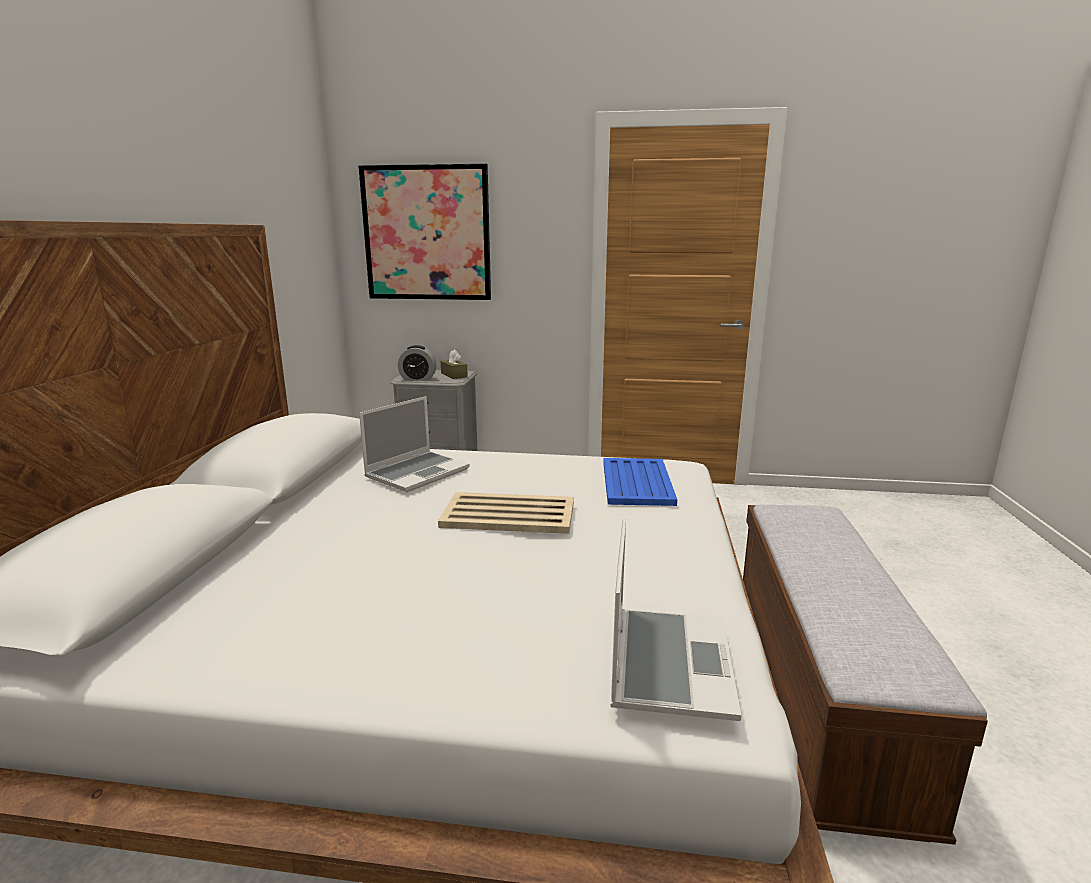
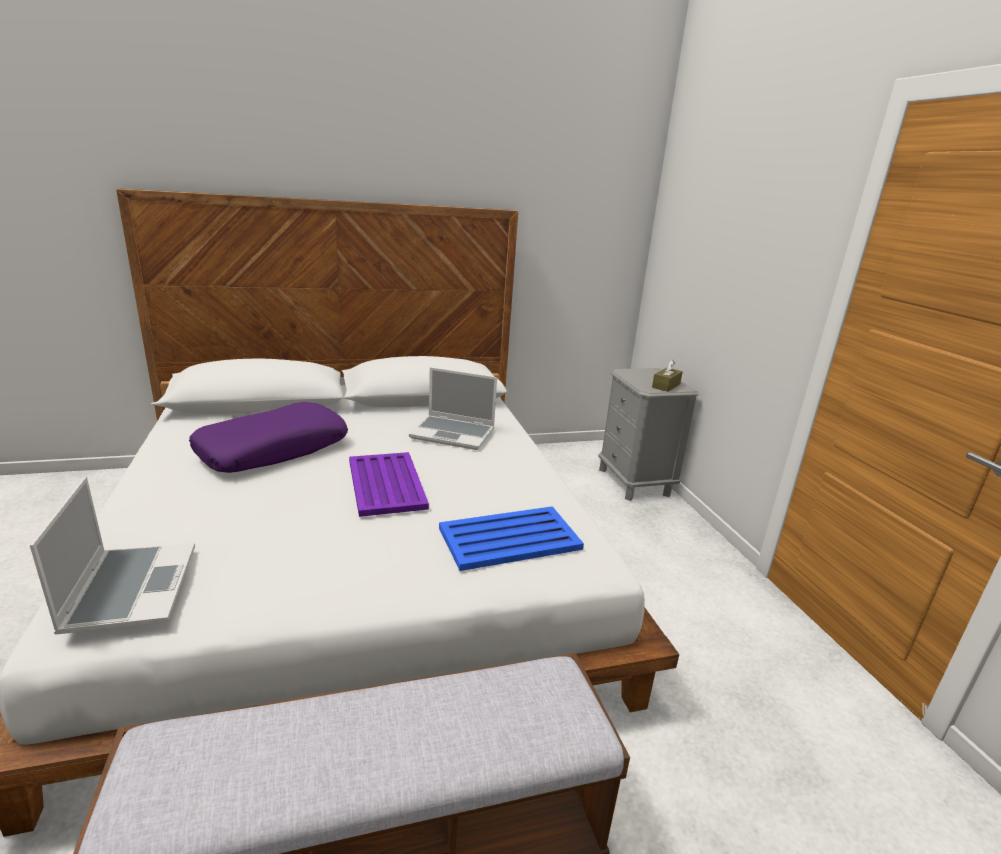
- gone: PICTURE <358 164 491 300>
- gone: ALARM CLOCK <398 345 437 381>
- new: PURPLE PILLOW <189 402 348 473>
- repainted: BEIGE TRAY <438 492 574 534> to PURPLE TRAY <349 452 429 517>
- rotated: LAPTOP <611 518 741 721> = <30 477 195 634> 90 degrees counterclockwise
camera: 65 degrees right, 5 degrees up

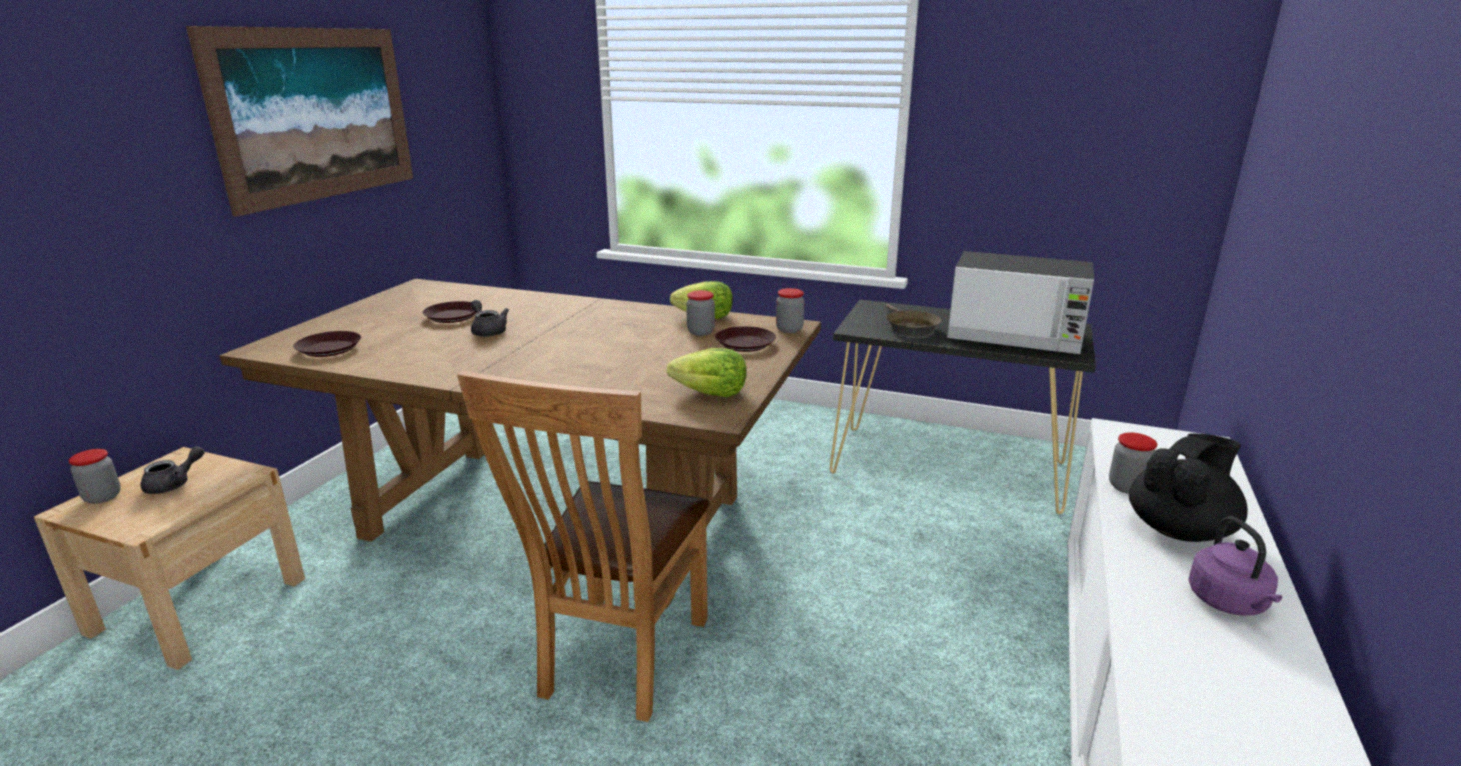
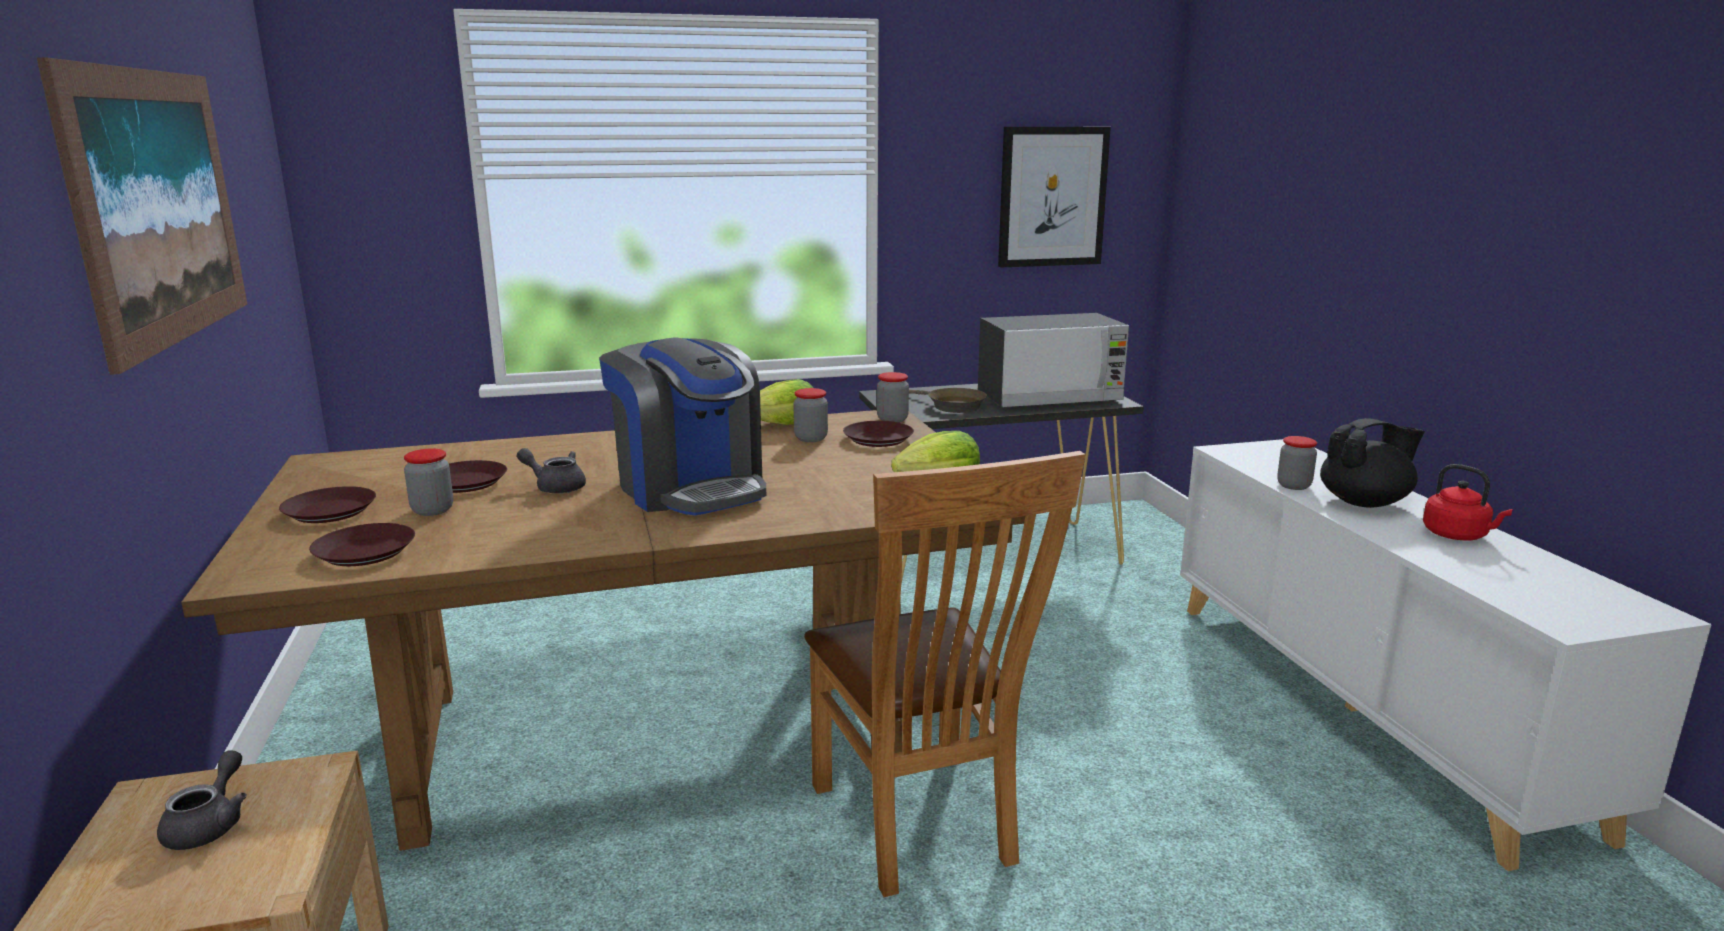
- new: BROWN PLATE <279 486 376 523>
- new: COFFEE MACHINE <599 338 766 516>
- new: PICTURE <998 127 1111 267>
- shifted: JAR <69 449 121 504> to <404 448 453 516>
- repainted: PURPLE KETTLE <1188 516 1282 615> to RED KETTLE <1423 464 1513 540>
- rotated: BLACK TEAPOT <1129 433 1248 542> = <1320 418 1425 508> 60 degrees clockwise
camera: 35 degrees left, 5 degrees down

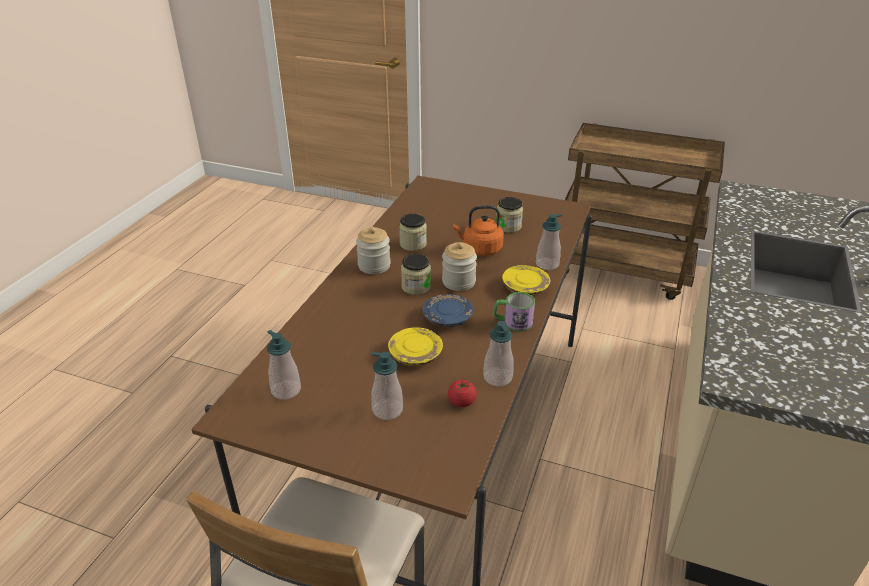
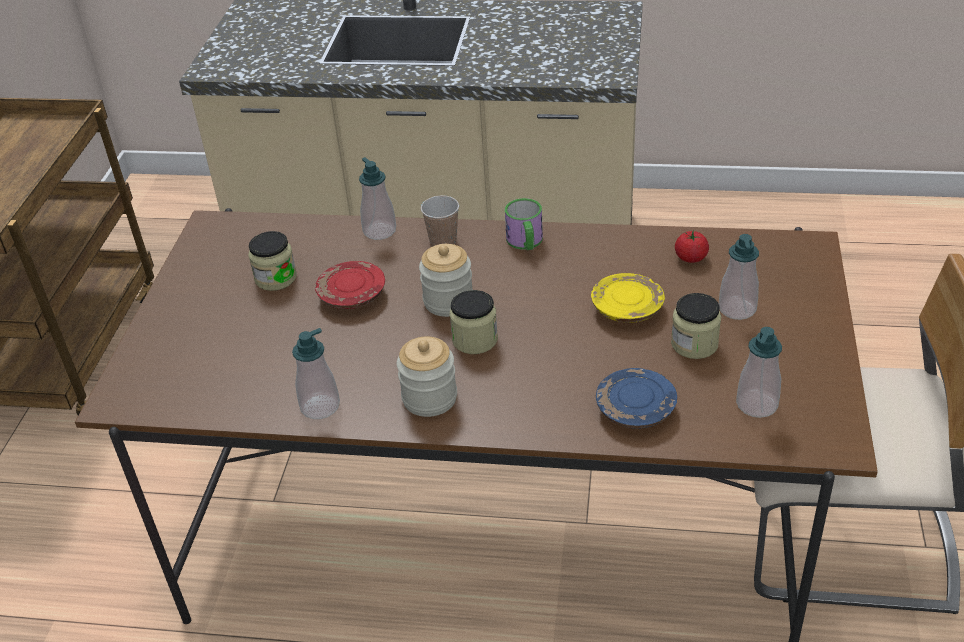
- shifted: JAR <399 214 427 251> to <671 293 721 359>
- shifted: BLUE PLATE <422 294 473 327> to <596 368 677 429>
- shifted: SOAP DISPENSER <483 321 514 386> to <292 328 340 419>
- swapped: ORANGE KETTLE <453 205 504 256> to RED PLATE <315 261 385 309>
- swapped: YELLOW PLATE <502 265 550 295> to CUP <421 195 459 247>
camera: 100 degrees left, 5 degrees up

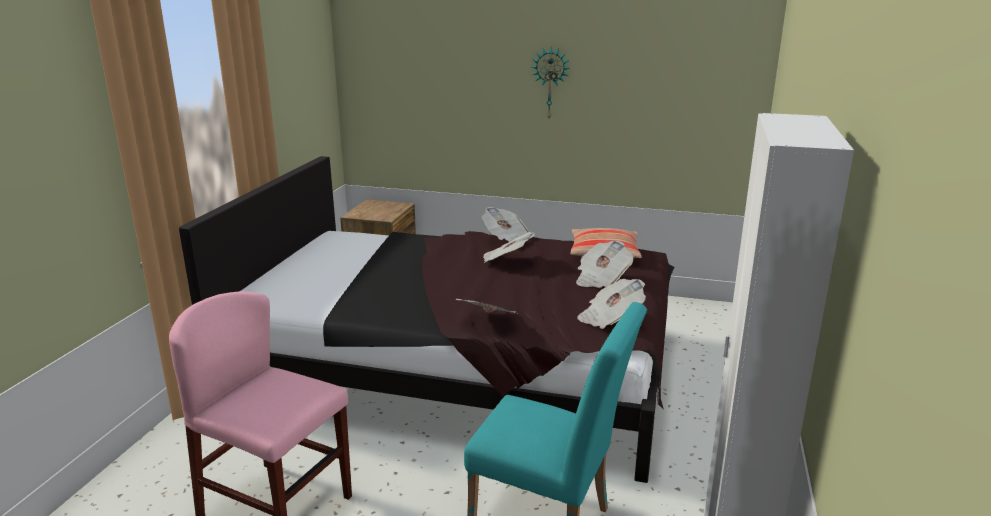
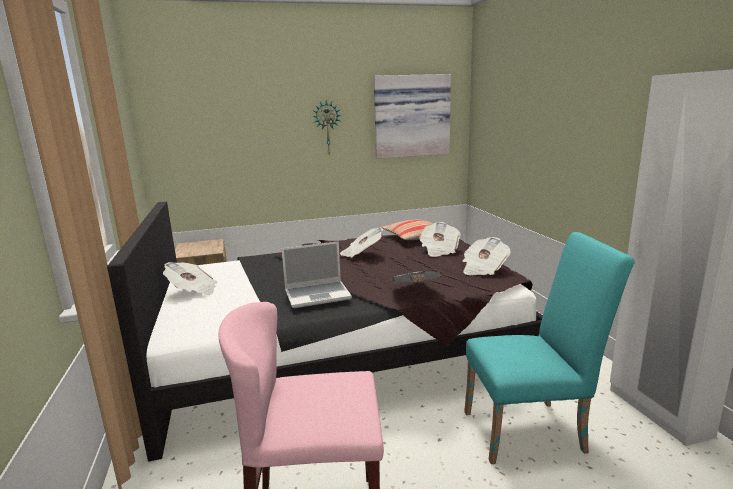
- new: LAPTOP <281 241 352 308>
- new: PICTURE <374 74 451 159>
- shifted: NEWSPAPER <482 207 529 247> to <163 262 217 295>
camera: 30 degrees left, 5 degrees down

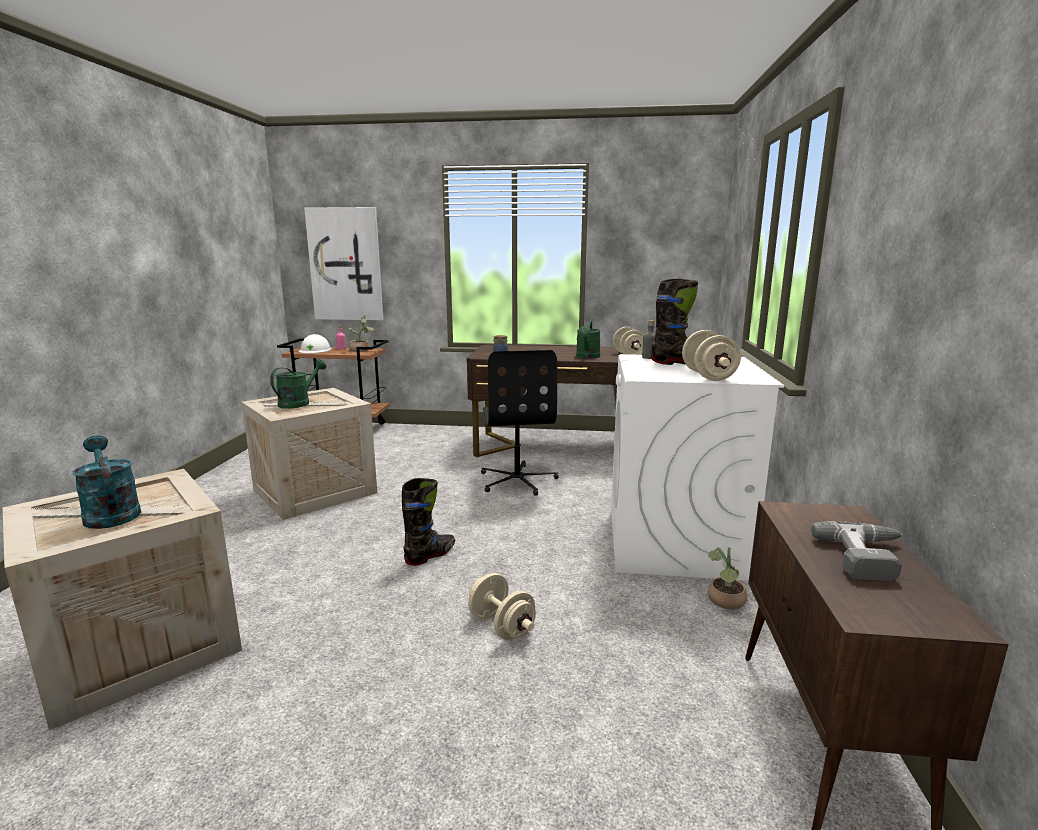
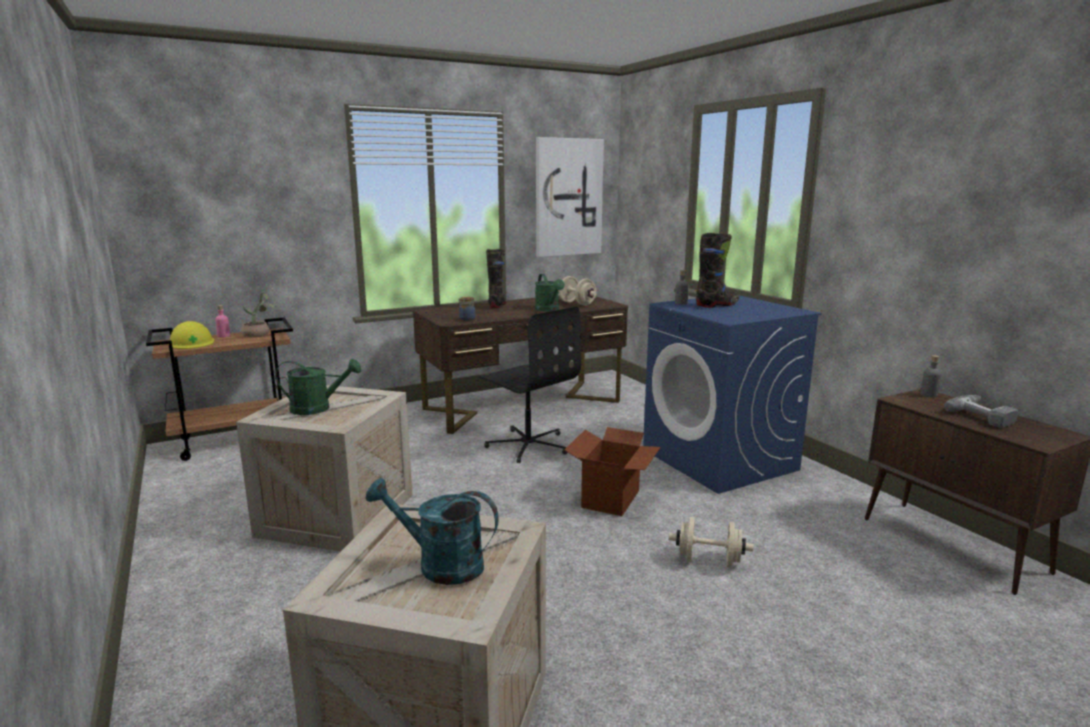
- gone: BEIGE DUMBBELL <682 330 741 381>
- gone: POTTED PLANT <708 547 748 609>
- new: CARDBOARD BOX <564 427 661 516>
- new: GREY BOTTLE <920 355 941 397>
- shifted: PICTURE <304 207 383 320> to <536 137 604 257>
- shifted: BLACK BOOT <402 478 455 566> to <486 249 507 308>
- repainted: WHITE HARD HAT <299 334 332 353> to YELLOW HARD HAT <168 321 214 349>
- repainted: WHITE WASHING MACHINE <611 354 784 581> to BLUE WASHING MACHINE <643 295 821 494>
- rotated: GREEN WATERING CAN <270 359 326 409> = <275 359 361 415> 90 degrees clockwise
camera: 35 degrees left, 0 degrees up

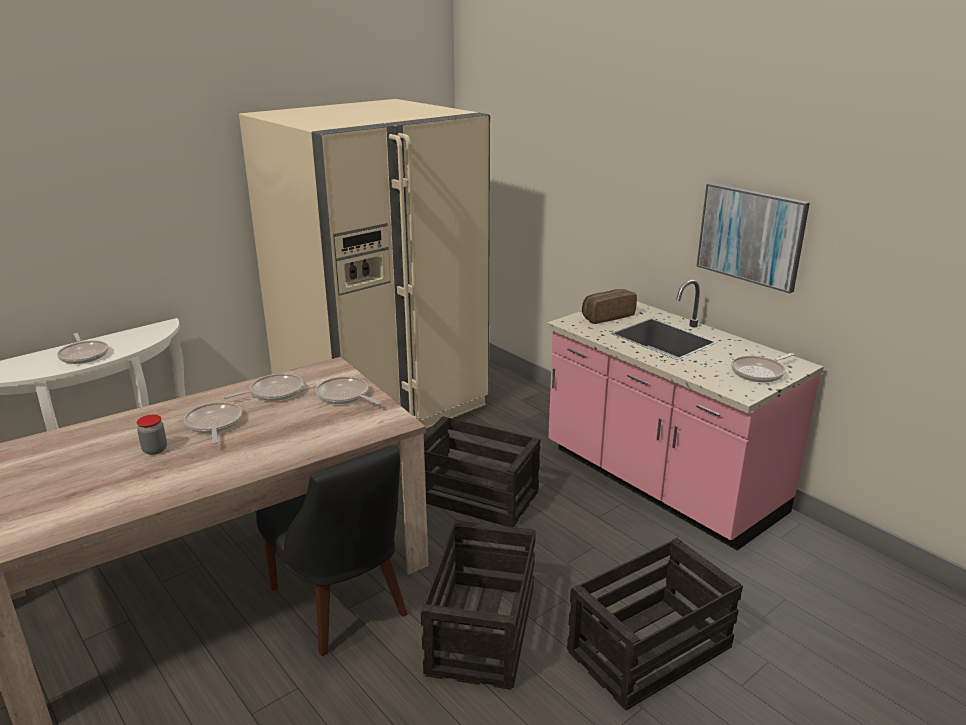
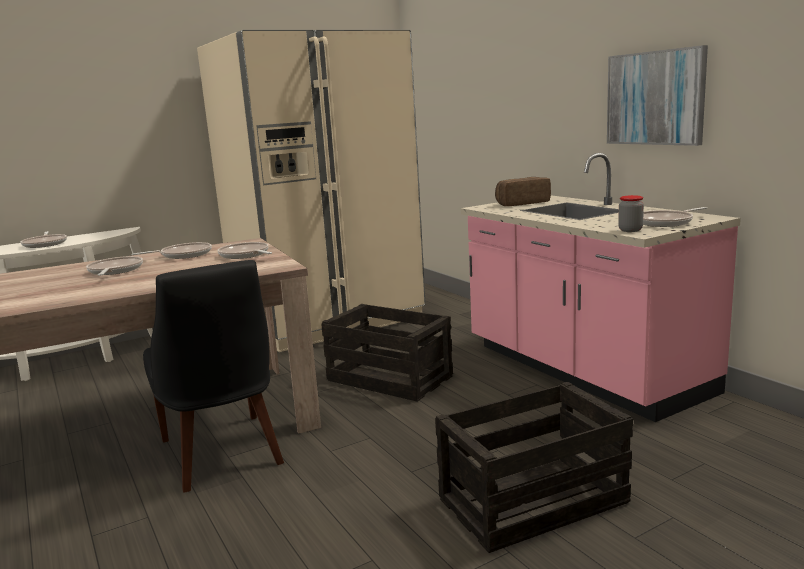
- gone: CRATE <421 520 536 690>
- shifted: JAR <137 415 167 455> to <618 195 644 232>
camera: 10 degrees right, 10 degrees down

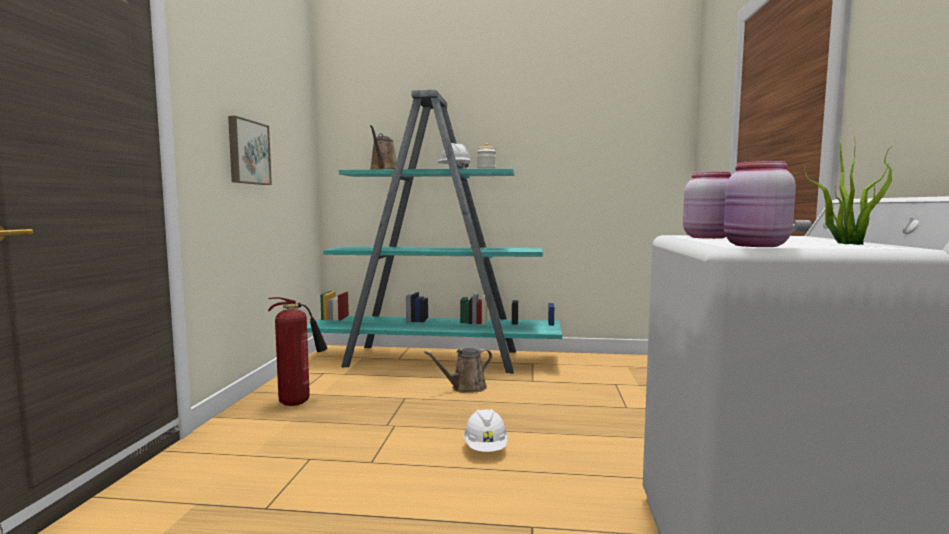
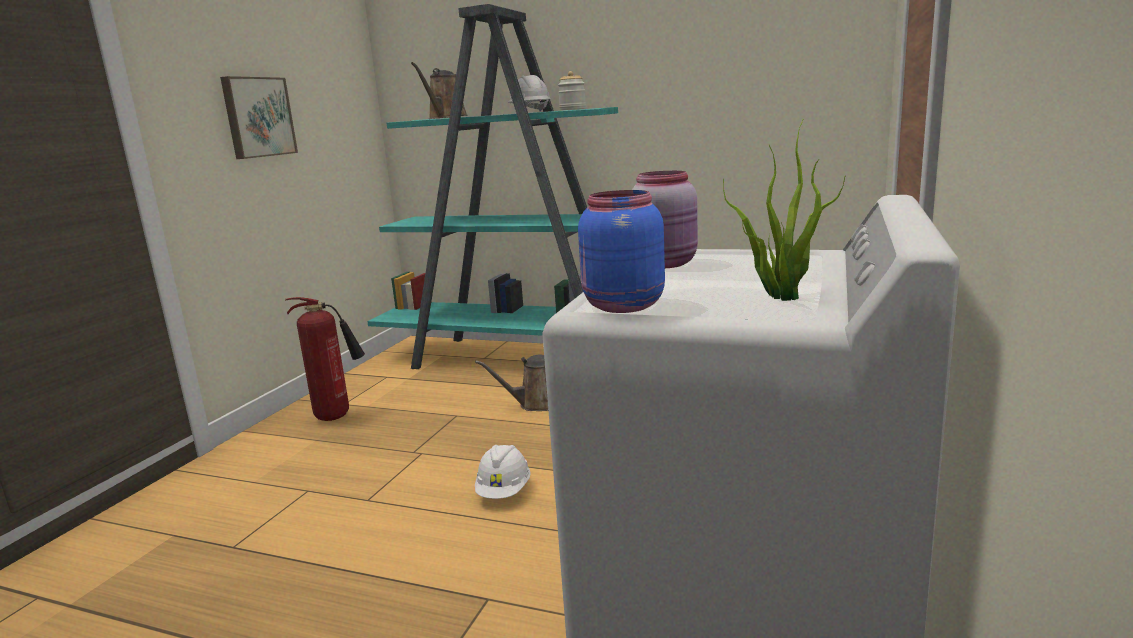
- repainted: PINK JAR <724 161 796 247> to BLUE JAR <578 190 665 313>
camera: 15 degrees right, 10 degrees up

